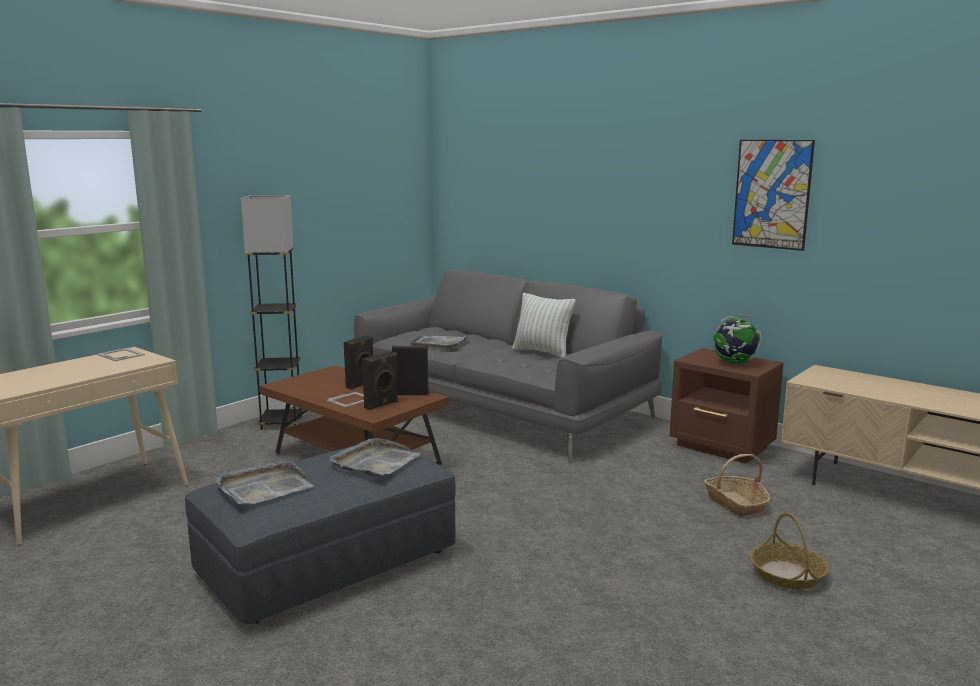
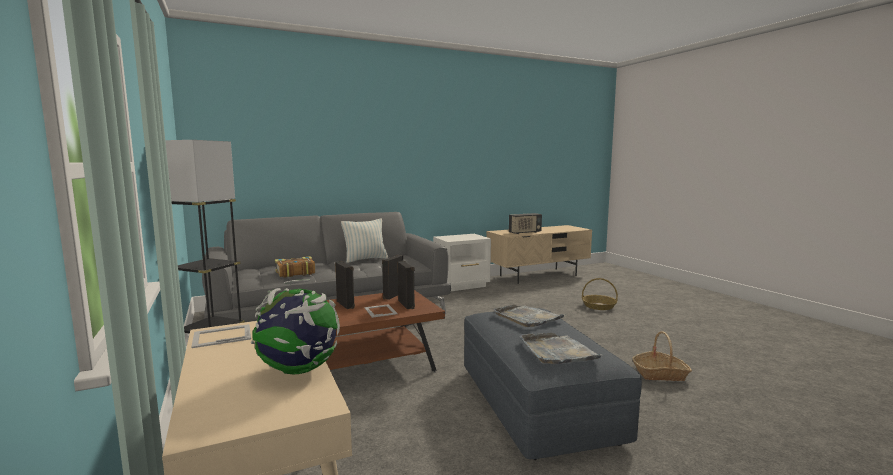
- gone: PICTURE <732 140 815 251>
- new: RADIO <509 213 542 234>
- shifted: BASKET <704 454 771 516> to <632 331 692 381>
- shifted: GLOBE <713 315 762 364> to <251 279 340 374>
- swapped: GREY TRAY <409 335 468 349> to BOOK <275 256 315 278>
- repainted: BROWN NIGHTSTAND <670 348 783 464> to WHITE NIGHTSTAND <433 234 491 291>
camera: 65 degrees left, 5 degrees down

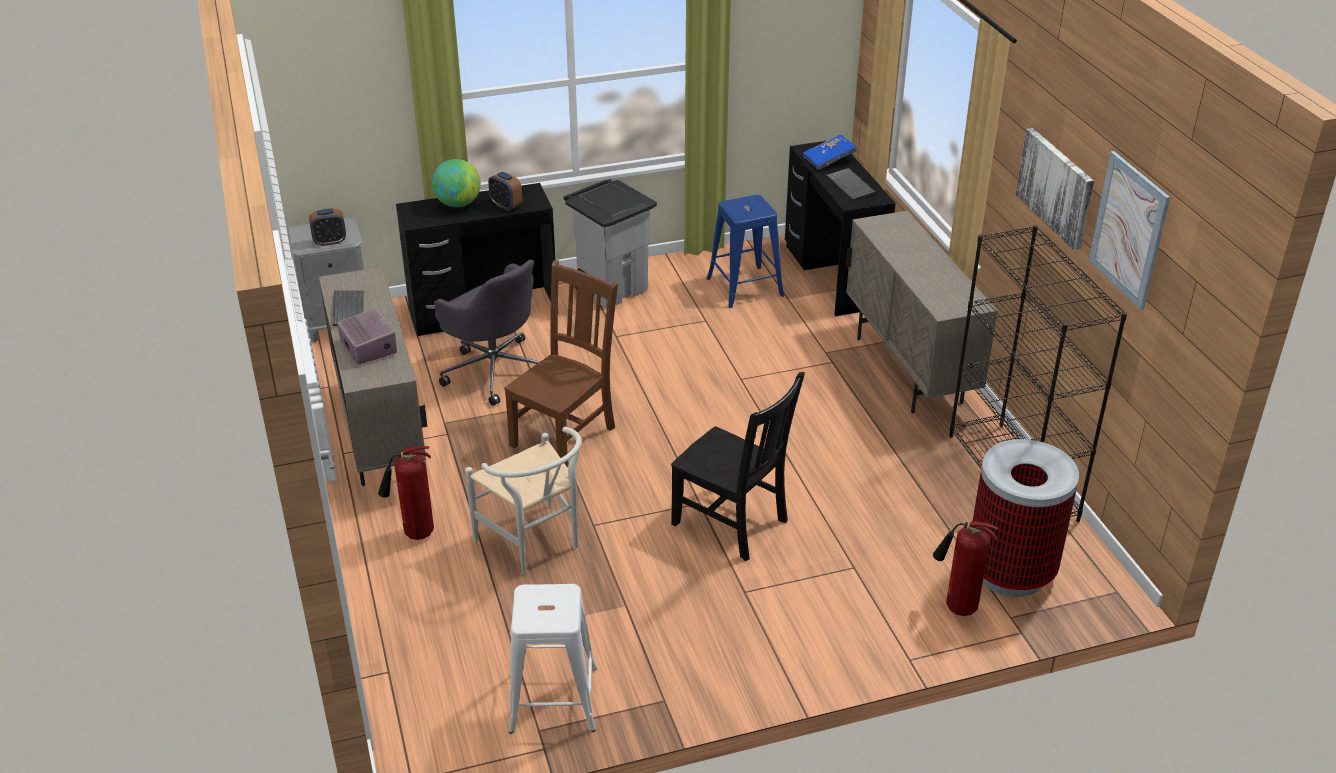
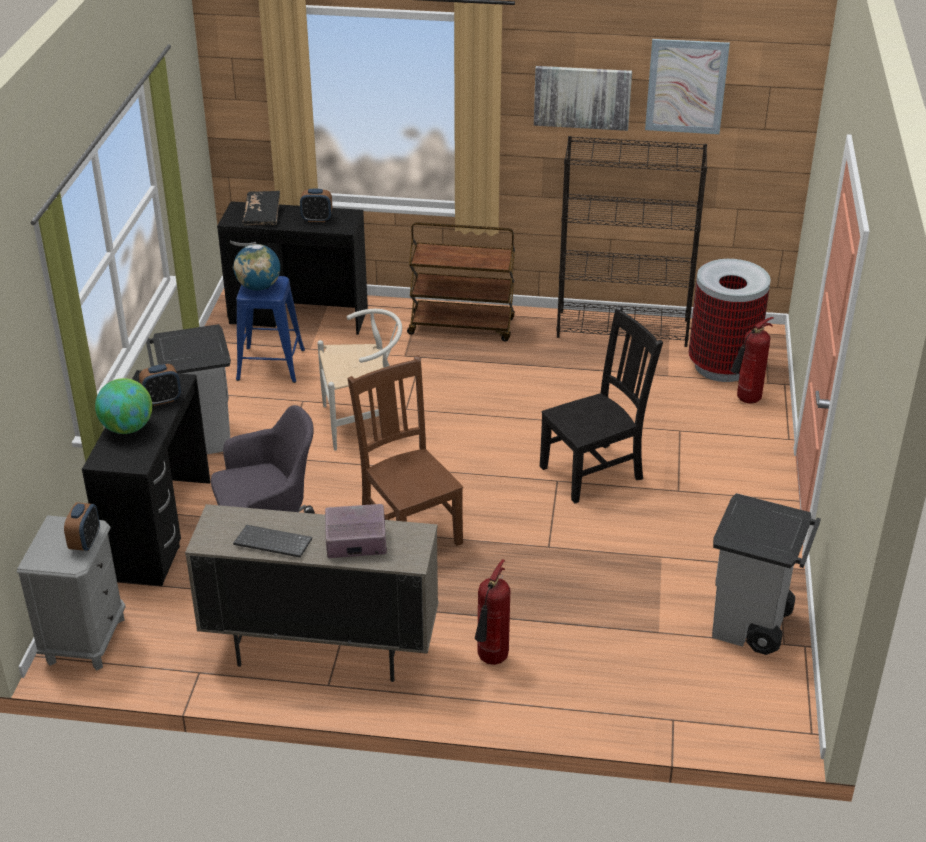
- new: GLOBE <233 244 280 291>
- shifted: WHITE CHAIR <465 427 582 574> to <317 309 402 450>
- swapped: WHITE STOOL <508 584 597 734> to GREY TRASH CAN <712 493 821 655>
- swapped: KEYBOARD <826 168 876 201> to ALARM CLOCK <300 189 332 222>
- swapped: BEIGE CABINET <846 211 998 414> to BROWN CART <407 222 515 341>
- repainted: BLUE BOOK <803 135 857 170> to BLACK BOOK <243 191 280 225>
camera: 65 degrees left, 0 degrees up

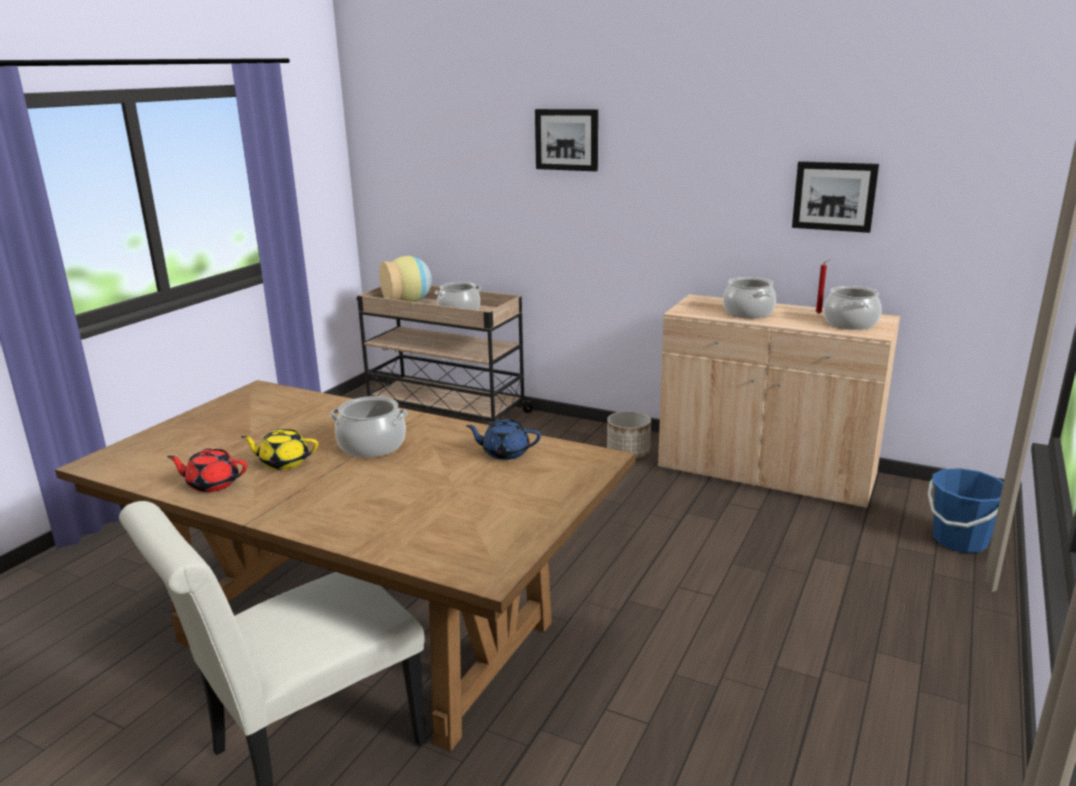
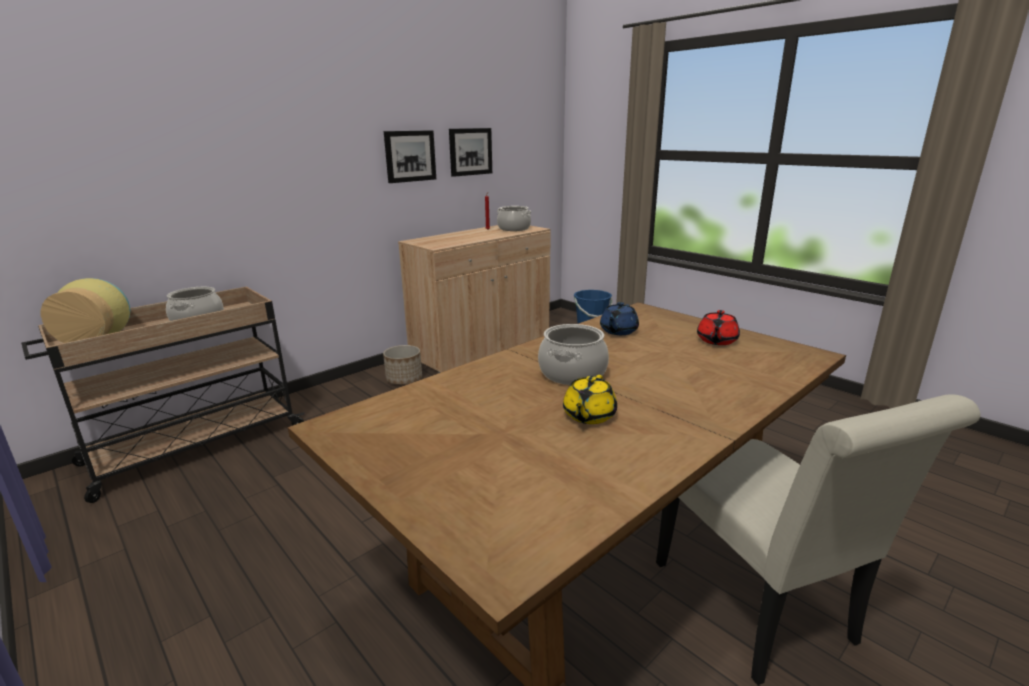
- gone: COOKING POT <723 277 776 318>
- shifted: RED TEAPOT <167 448 247 492> to <697 310 740 345>
- shifted: PICTURE <535 109 598 171> to <384 130 436 183>
camera: 70 degrees left, 0 degrees up

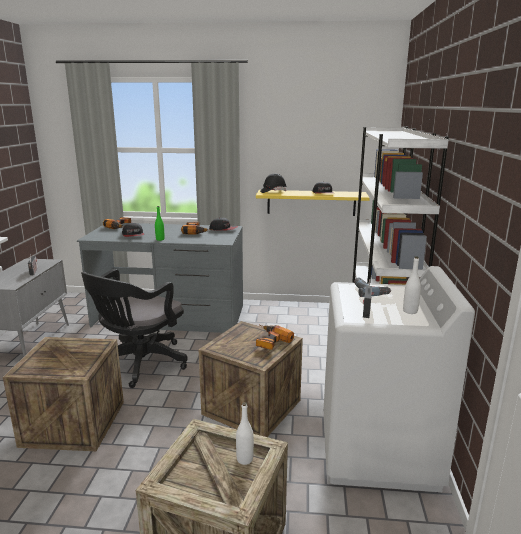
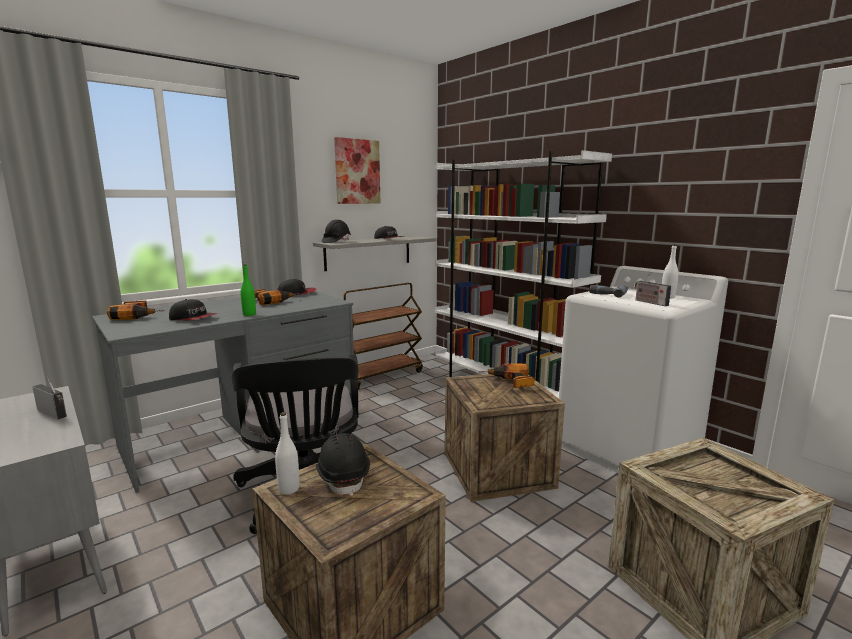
- new: BLACK HARD HAT <316 433 370 496>
- new: PICTURE <334 137 380 204>
- new: BROWN CART <344 283 423 389>
- shifted: WHITE BOTTLE <236 402 254 465> to <275 412 300 494>
- repainted: YELLOW SHELF <256 190 370 216> to GREY SHELF <313 236 437 271>
camera: 45 degrees left, 5 degrees down

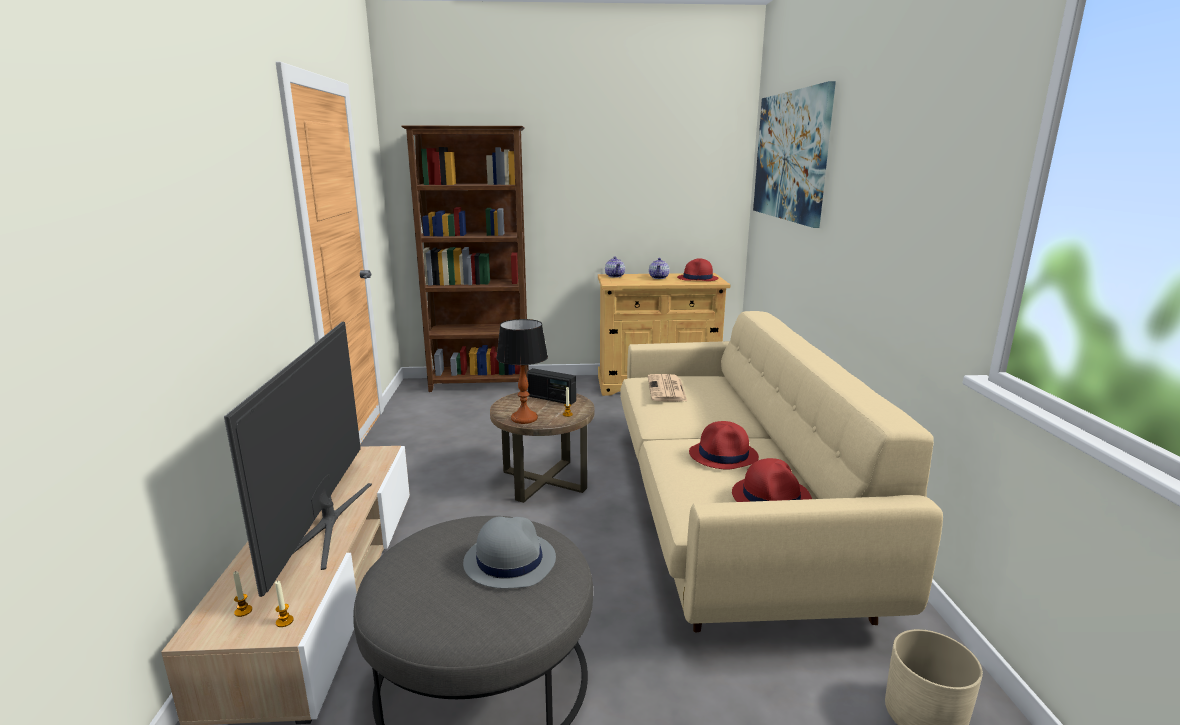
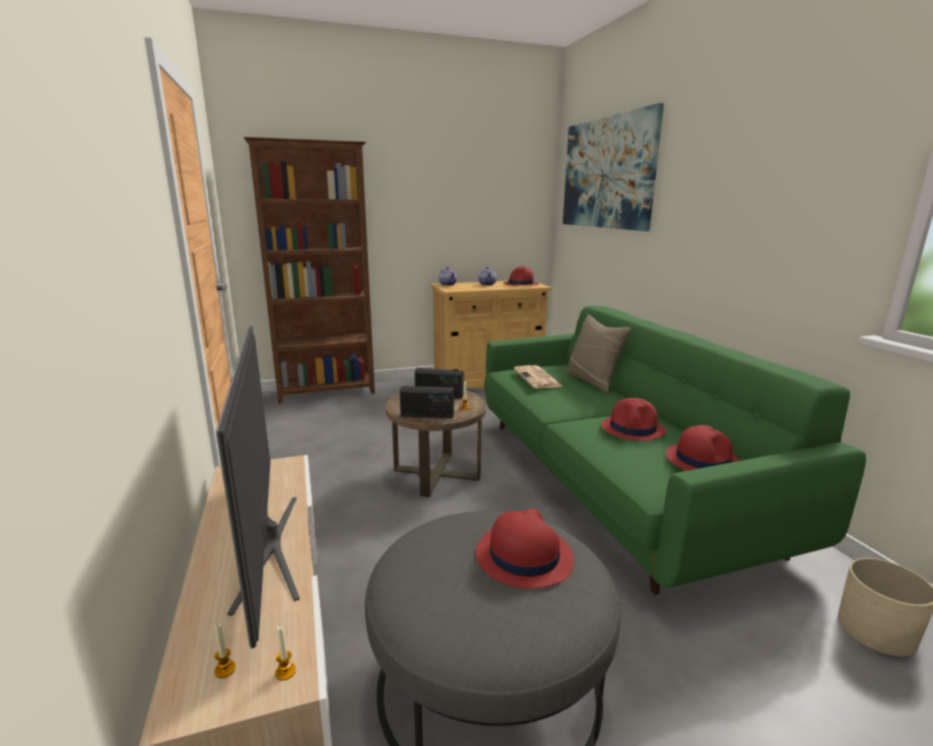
- new: BEIGE PILLOW <566 315 631 392>
- swapped: TABLE LAMP <496 319 548 424> to RADIO <400 386 454 418>
- repainted: GREY HAT <463 516 556 588> to RED HAT <476 509 574 588>
- repainted: BEIGE SOFA <620 311 943 633> to GREEN SOFA <484 306 866 595>
camera: 15 degrees left, 0 degrees up

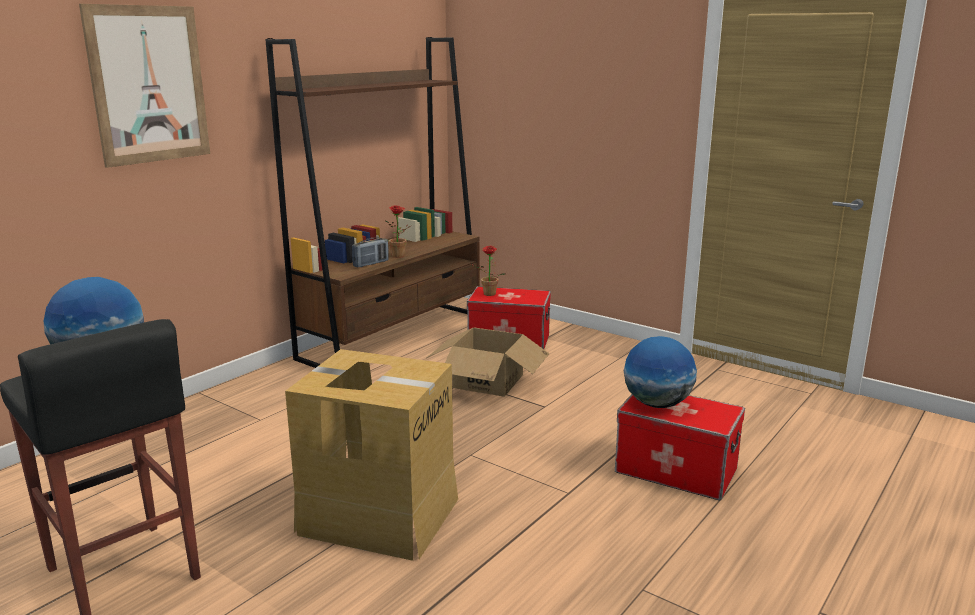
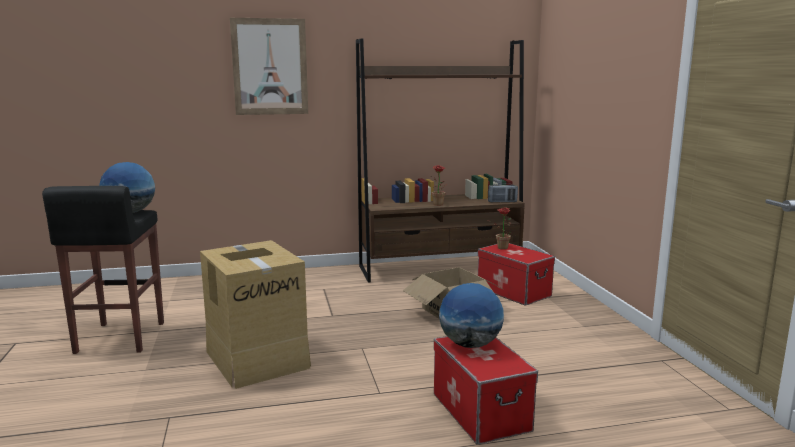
- shifted: RADIO <352 237 389 267> to <488 183 518 203>
camera: 40 degrees right, 5 degrees down

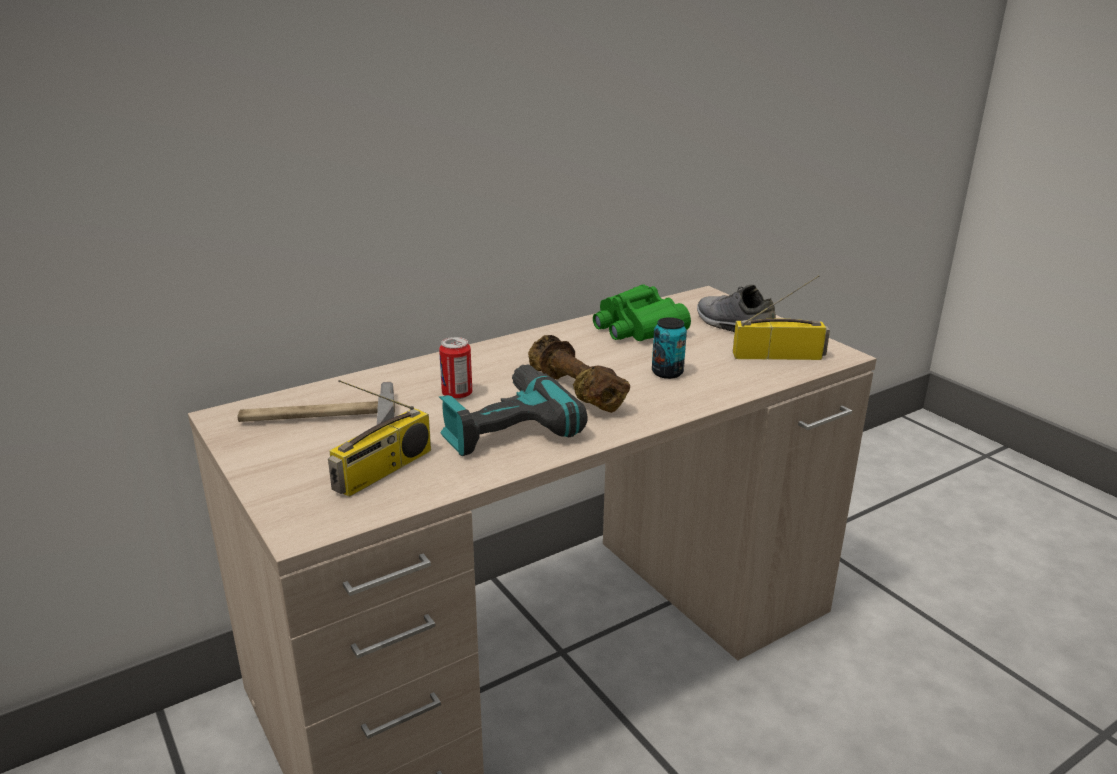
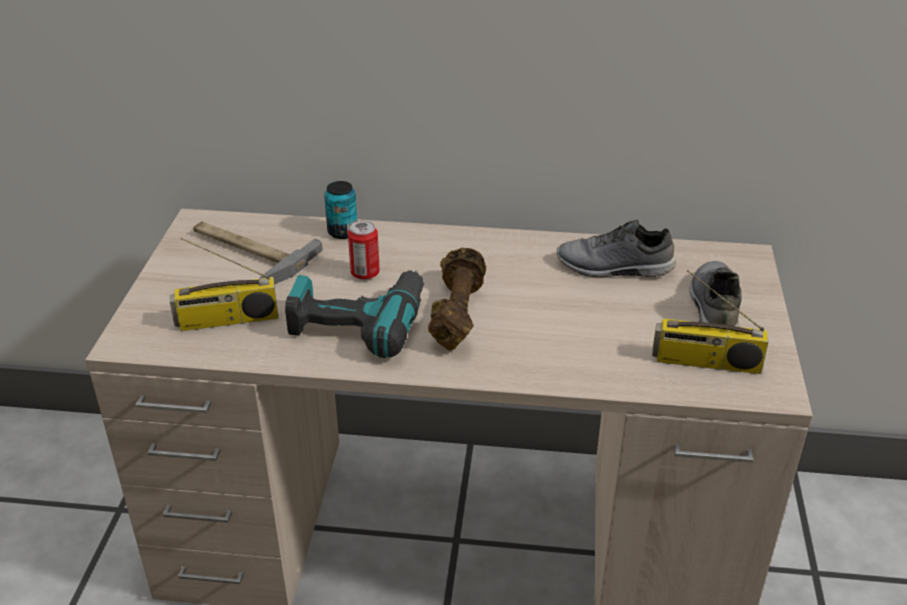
- shifted: CAN <652 317 687 379> to <324 181 357 239>
- swapped: GREEN BINOCULARS <593 284 691 341> to GREY SHOE <557 220 676 277>
- rotated: RADIO <733 275 830 360> = <652 270 768 374> 150 degrees clockwise
camera: 40 degrees right, 10 degrees up

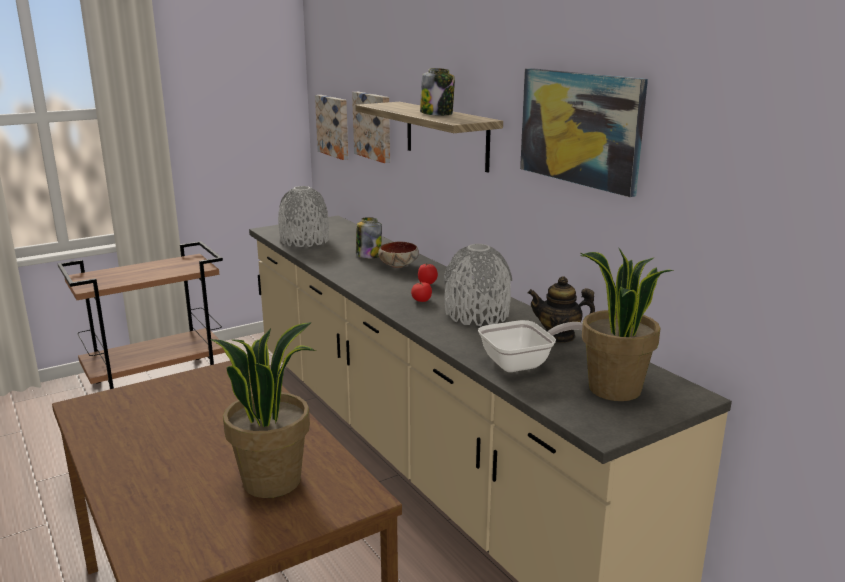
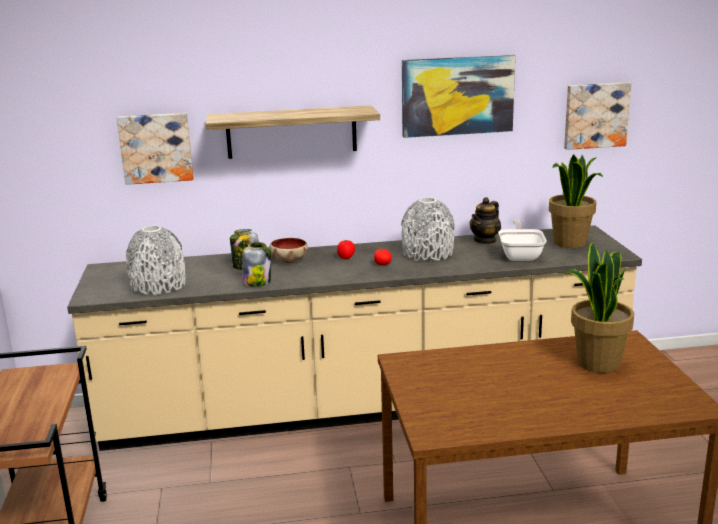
- shifted: PICTURE <315 95 348 160> to <564 82 631 150>
- shifted: JAR <420 68 455 116> to <242 242 271 287>
camera: 65 degrees left, 0 degrees up

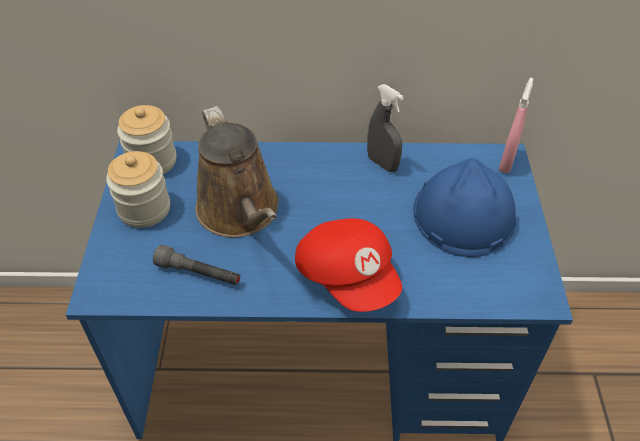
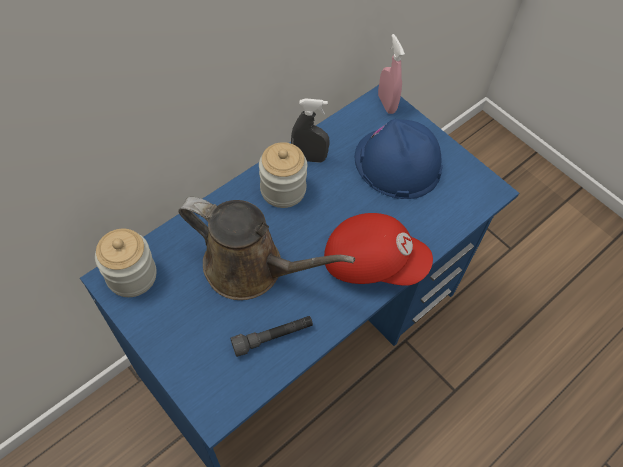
- shifted: JAR <106 151 170 228> to <259 142 307 208>
camera: 45 degrees left, 10 degrees up

